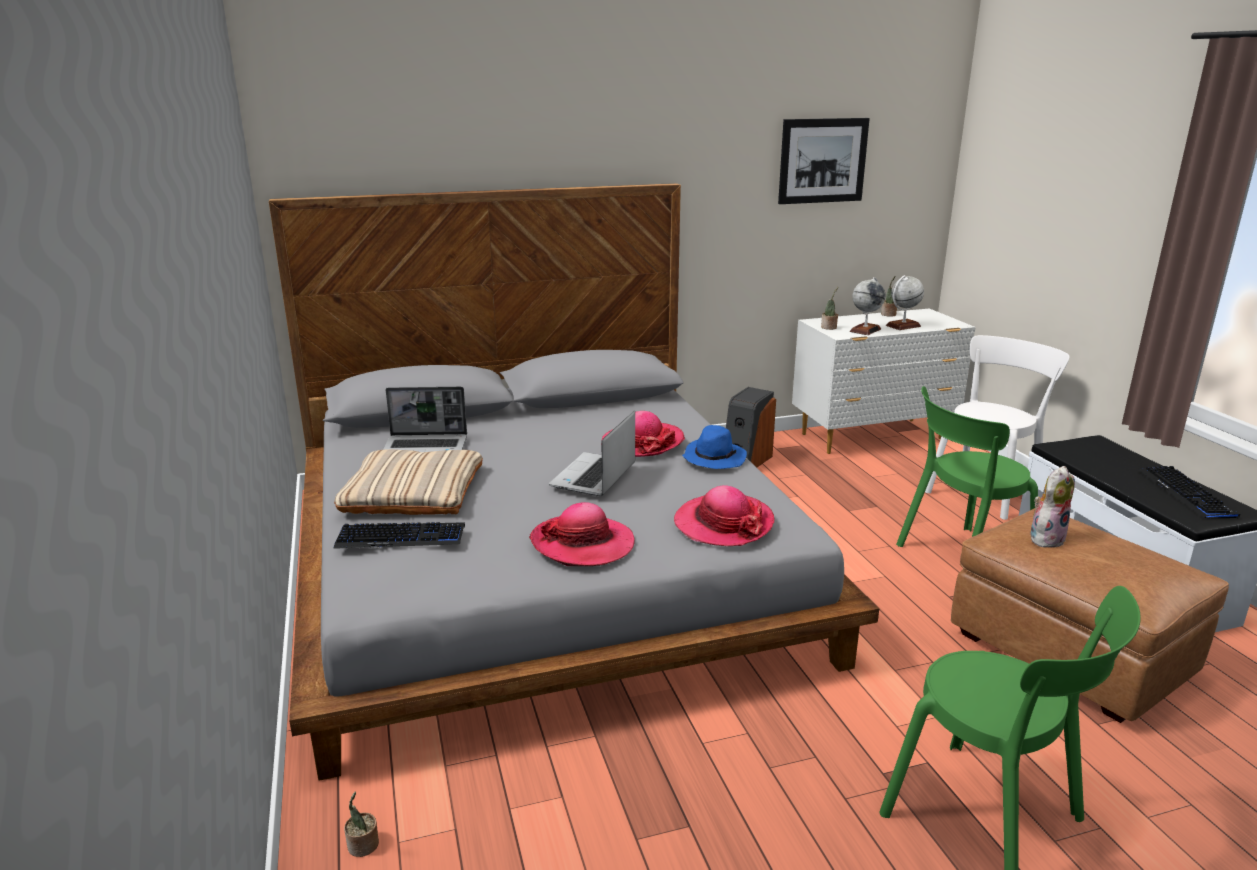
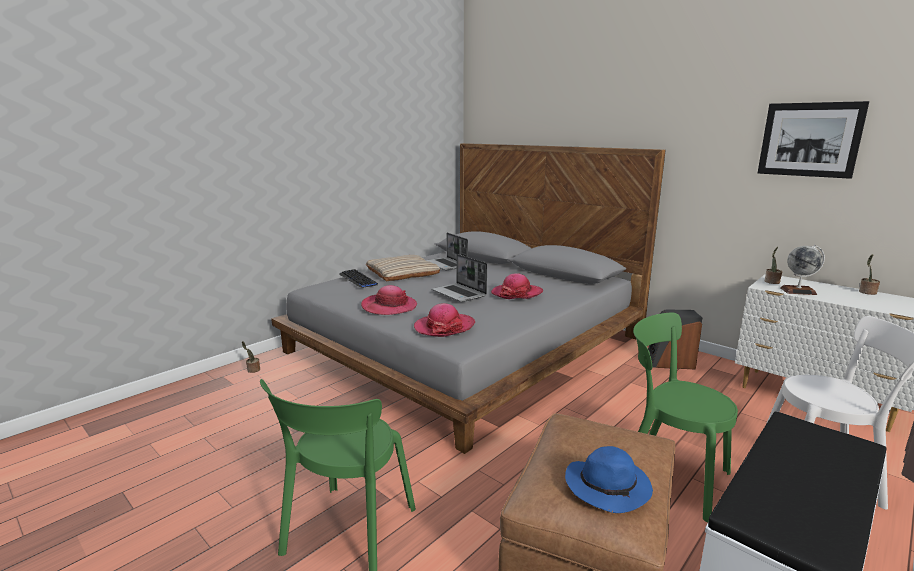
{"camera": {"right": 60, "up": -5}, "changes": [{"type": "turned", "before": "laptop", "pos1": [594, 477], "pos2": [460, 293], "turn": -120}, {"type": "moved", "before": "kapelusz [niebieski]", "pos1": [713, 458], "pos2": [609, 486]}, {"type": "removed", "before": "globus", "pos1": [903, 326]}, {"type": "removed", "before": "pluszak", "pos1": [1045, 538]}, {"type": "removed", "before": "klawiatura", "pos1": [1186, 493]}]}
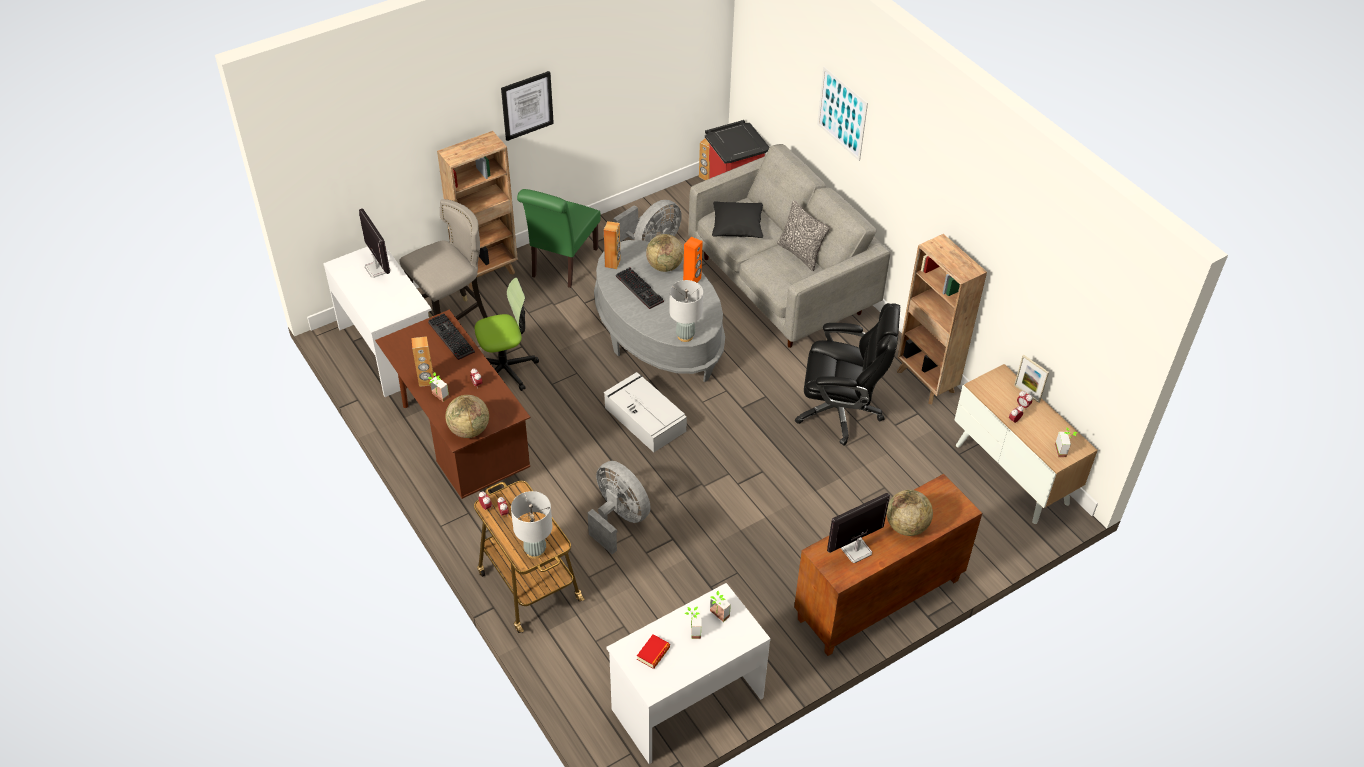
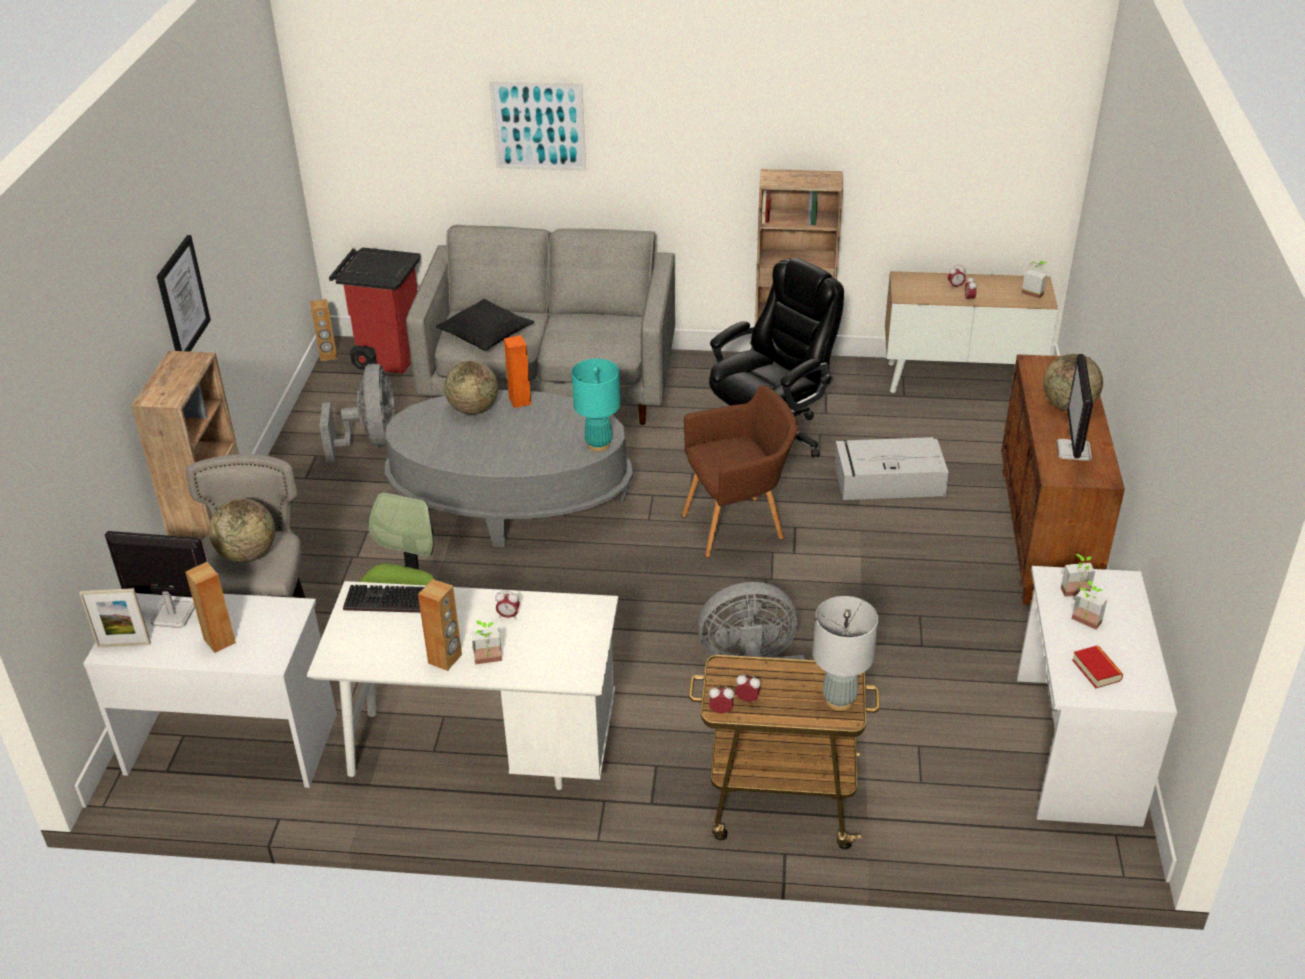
{"camera": {"right": -50, "up": -10}, "changes": [{"type": "moved", "before": "ramka na zdjęcie", "pos1": [1026, 393], "pos2": [124, 645]}, {"type": "moved", "before": "głośnik [brązowy]", "pos1": [613, 263], "pos2": [220, 640]}, {"type": "moved", "before": "globus", "pos1": [469, 430], "pos2": [247, 554]}, {"type": "recoloured", "before": "biurko [brązowy]", "after": "biurko [biały]", "pos1": [460, 444], "pos2": [481, 751]}, {"type": "recoloured", "before": "lampa stołowa [szary]", "after": "lampa stołowa [turkusowy]", "pos1": [685, 336], "pos2": [598, 444]}, {"type": "added", "after": "fotel [brązowy]", "pos2": [737, 526]}, {"type": "moved", "before": "pojemnik do przechowywania [szary]", "pos1": [644, 418], "pos2": [887, 480]}, {"type": "removed", "before": "krzesło [zielony]", "pos1": [562, 265]}, {"type": "removed", "before": "klawiatura", "pos1": [641, 289]}, {"type": "removed", "before": "poduszka", "pos1": [800, 254]}]}
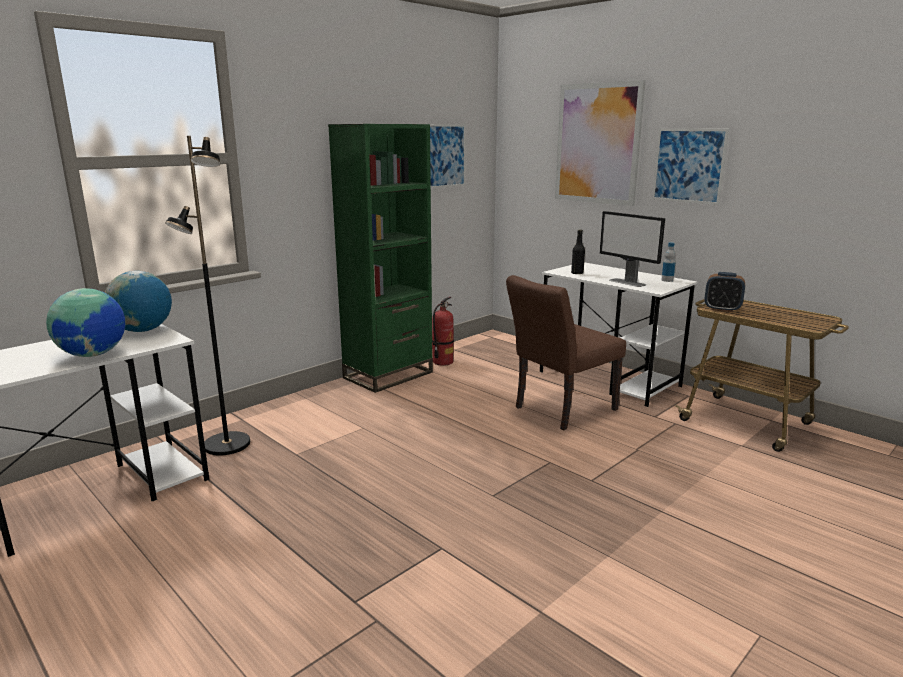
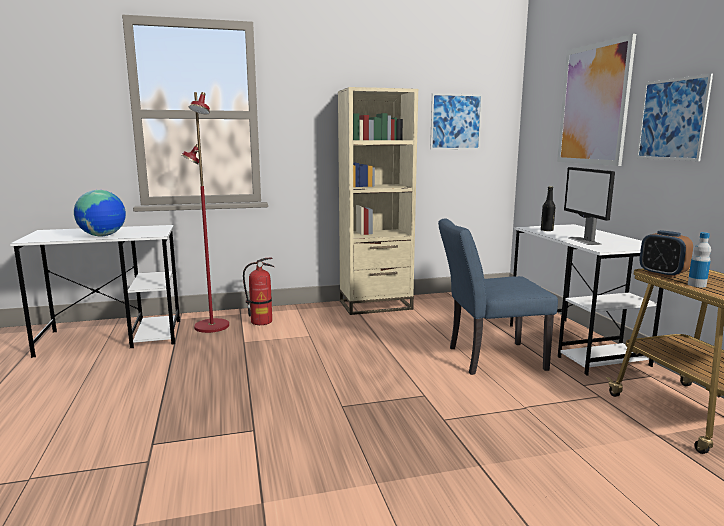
{"camera": {"right": 30, "up": -5}, "changes": [{"type": "recoloured", "before": "lampa stojąca [czarny]", "after": "lampa stojąca [czerwony]", "pos1": [226, 445], "pos2": [211, 326]}, {"type": "moved", "before": "gaśnica", "pos1": [442, 362], "pos2": [261, 322]}, {"type": "recoloured", "before": "regał [zielony]", "after": "regał [beżowy]", "pos1": [388, 375], "pos2": [375, 305]}, {"type": "recoloured", "before": "krzesło [brązowy]", "after": "krzesło [niebieski]", "pos1": [559, 410], "pos2": [488, 358]}, {"type": "moved", "before": "butelka", "pos1": [667, 280], "pos2": [696, 285]}, {"type": "removed", "before": "globus", "pos1": [142, 330]}]}
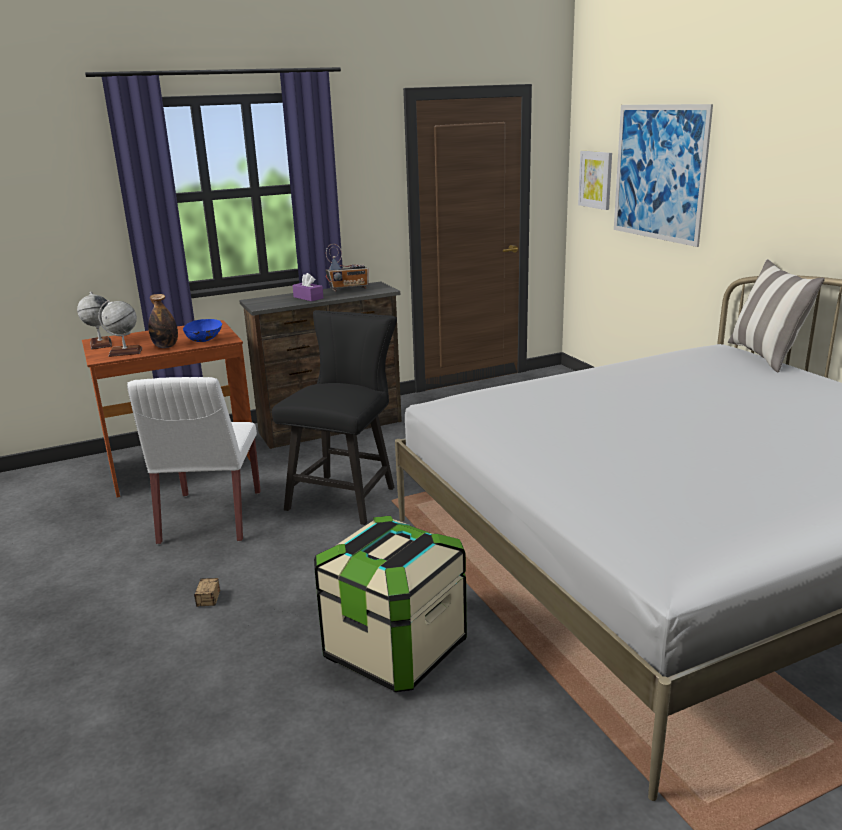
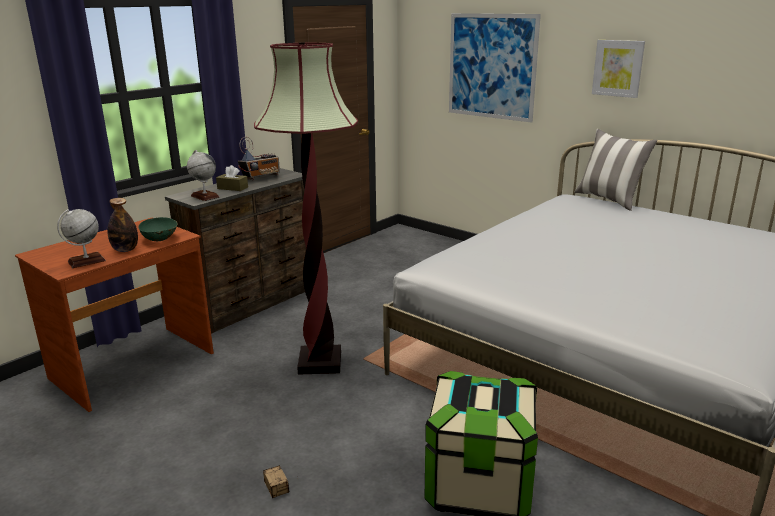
{"camera": {"right": -25, "up": 0}, "changes": [{"type": "recoloured", "before": "miska [niebieski]", "after": "miska [zielony]", "pos1": [204, 340], "pos2": [160, 239]}, {"type": "moved", "before": "globus", "pos1": [101, 344], "pos2": [205, 196]}, {"type": "recoloured", "before": "pudełko chusteczek [fioletowy]", "after": "pudełko chusteczek [brązowy]", "pos1": [308, 297], "pos2": [232, 188]}, {"type": "replaced", "before": "krzesło [czarny]", "after": "lampa stojąca", "pos1": [346, 495], "pos2": [320, 362]}, {"type": "moved", "before": "obraz", "pos1": [596, 179], "pos2": [618, 68]}, {"type": "removed", "before": "krzesło [biały]", "pos1": [211, 518]}]}
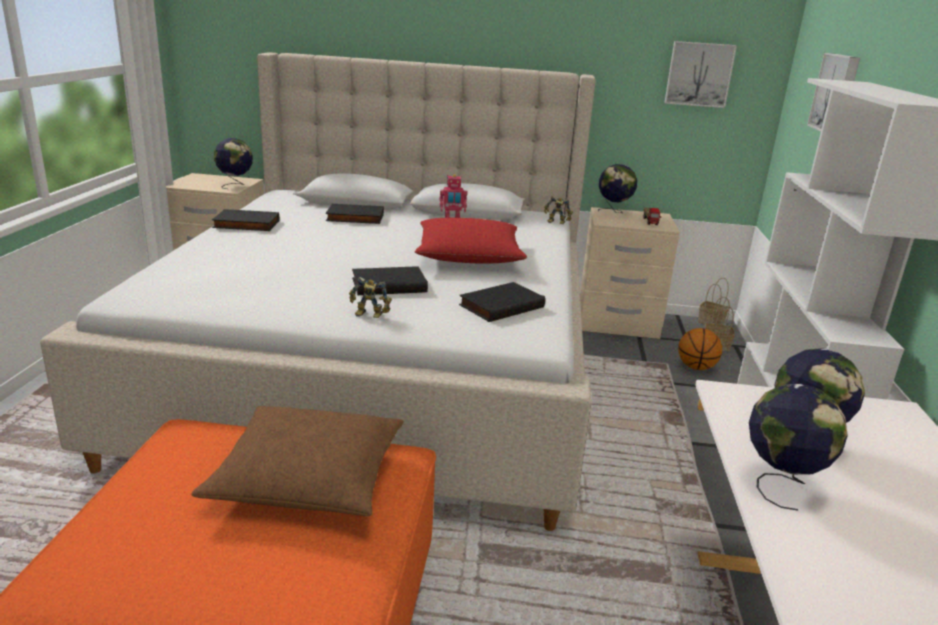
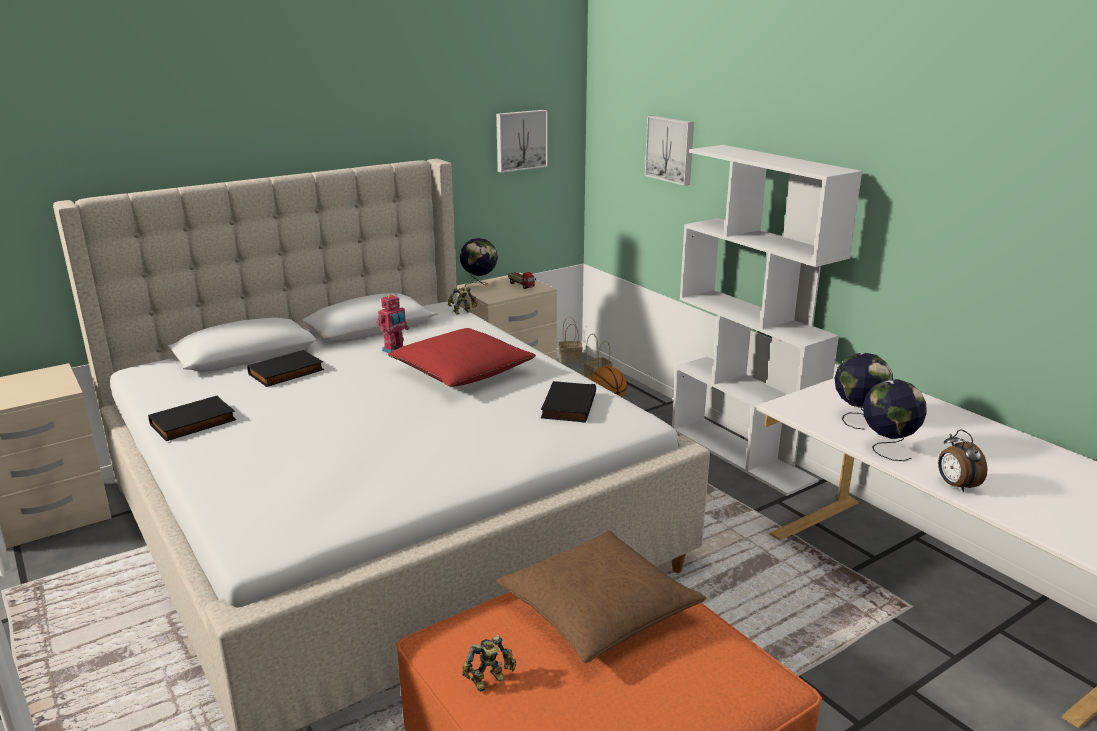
{"camera": {"right": -40, "up": 0}, "changes": [{"type": "moved", "before": "robot zabawkowy", "pos1": [369, 315], "pos2": [490, 681]}, {"type": "added", "after": "budzik", "pos2": [955, 486]}, {"type": "removed", "before": "globus", "pos1": [235, 185]}, {"type": "removed", "before": "książka [czarny]", "pos1": [389, 285]}]}
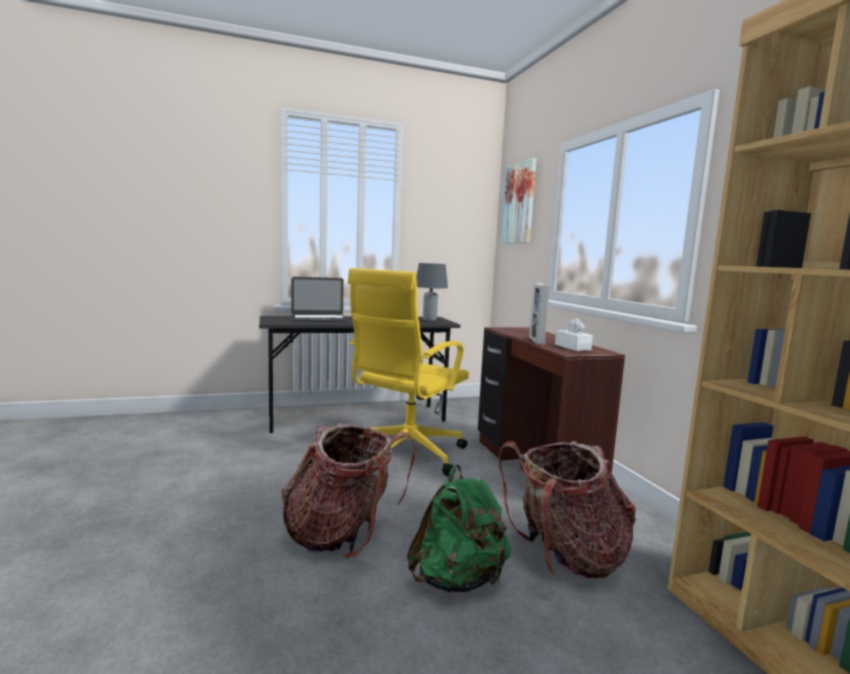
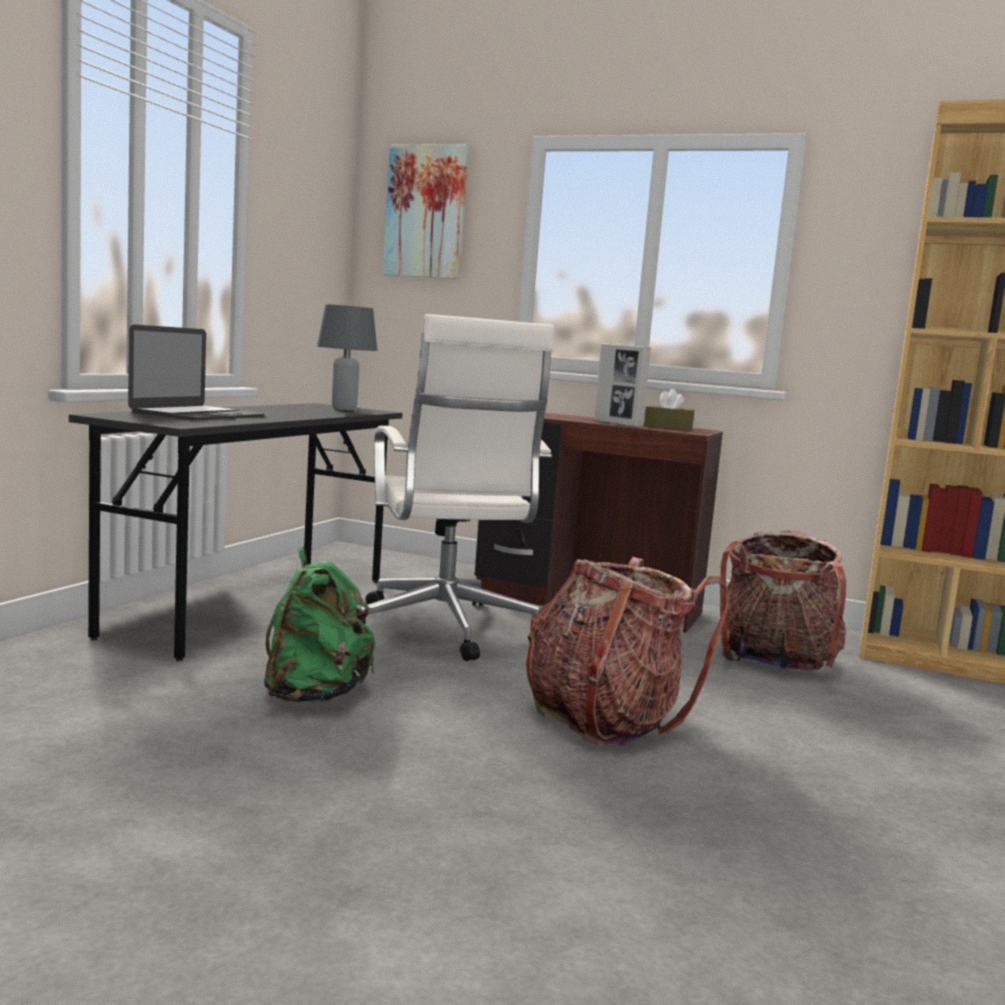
{"camera": {"right": -50, "up": 0}, "changes": [{"type": "moved", "before": "plecak [zielony]", "pos1": [457, 580], "pos2": [314, 696]}, {"type": "recoloured", "before": "krzesło biurowe [żółty]", "after": "krzesło biurowe [biały]", "pos1": [405, 455], "pos2": [444, 630]}, {"type": "recoloured", "before": "pudełko chusteczek [biały]", "after": "pudełko chusteczek [brązowy]", "pos1": [572, 347], "pos2": [668, 427]}]}
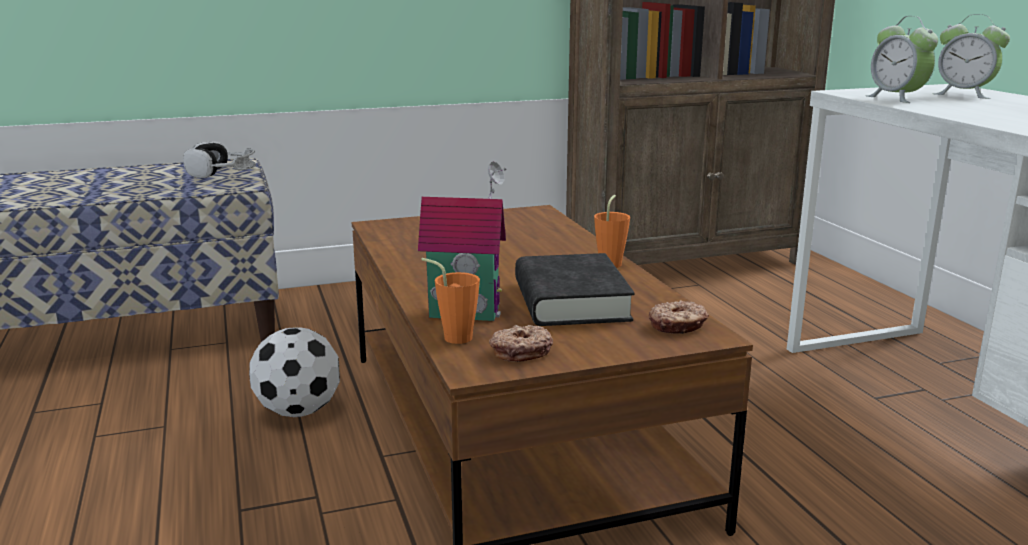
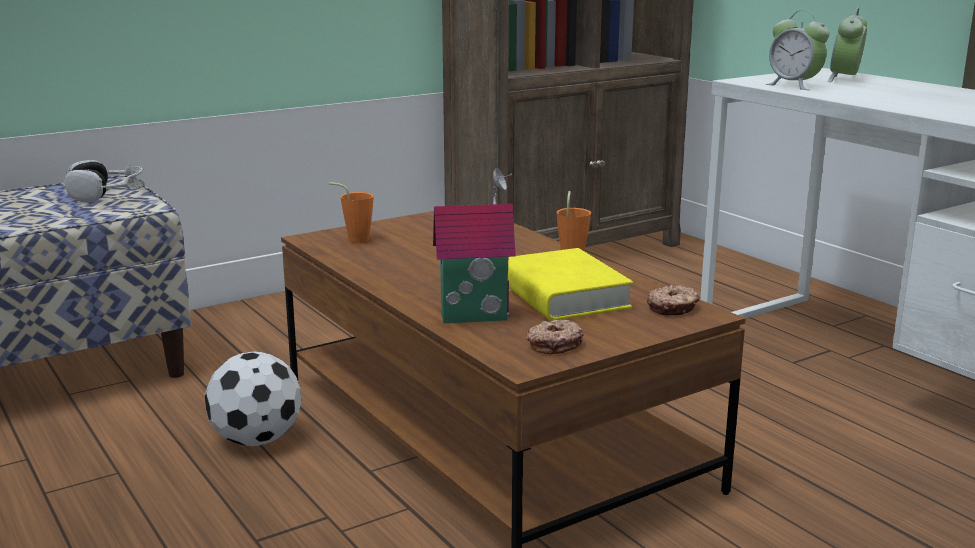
{"camera": {"right": -15, "up": 0}, "changes": [{"type": "moved", "before": "filiżanka [pomarańczowy]", "pos1": [452, 336], "pos2": [354, 239]}, {"type": "recoloured", "before": "książka [czarny]", "after": "książka [żółty]", "pos1": [571, 301], "pos2": [563, 295]}, {"type": "turned", "before": "budzik", "pos1": [964, 94], "pos2": [845, 79], "turn": 90}]}
